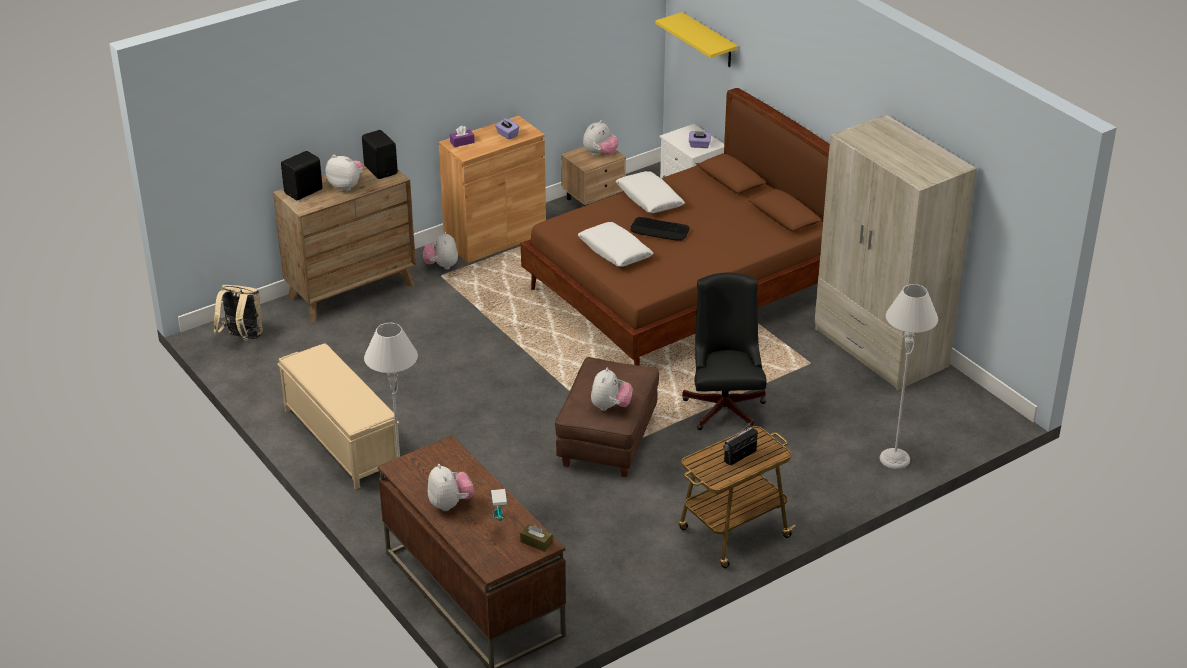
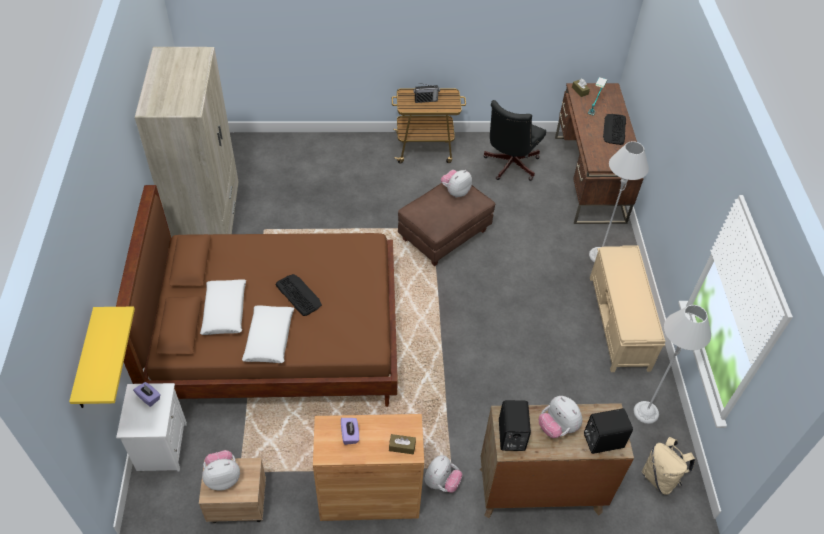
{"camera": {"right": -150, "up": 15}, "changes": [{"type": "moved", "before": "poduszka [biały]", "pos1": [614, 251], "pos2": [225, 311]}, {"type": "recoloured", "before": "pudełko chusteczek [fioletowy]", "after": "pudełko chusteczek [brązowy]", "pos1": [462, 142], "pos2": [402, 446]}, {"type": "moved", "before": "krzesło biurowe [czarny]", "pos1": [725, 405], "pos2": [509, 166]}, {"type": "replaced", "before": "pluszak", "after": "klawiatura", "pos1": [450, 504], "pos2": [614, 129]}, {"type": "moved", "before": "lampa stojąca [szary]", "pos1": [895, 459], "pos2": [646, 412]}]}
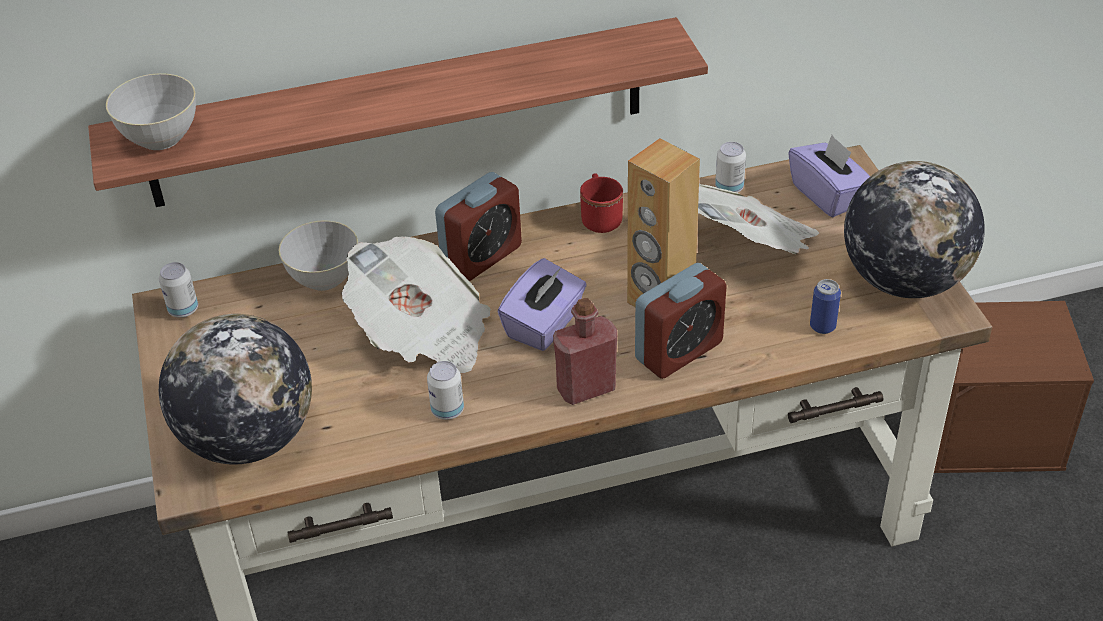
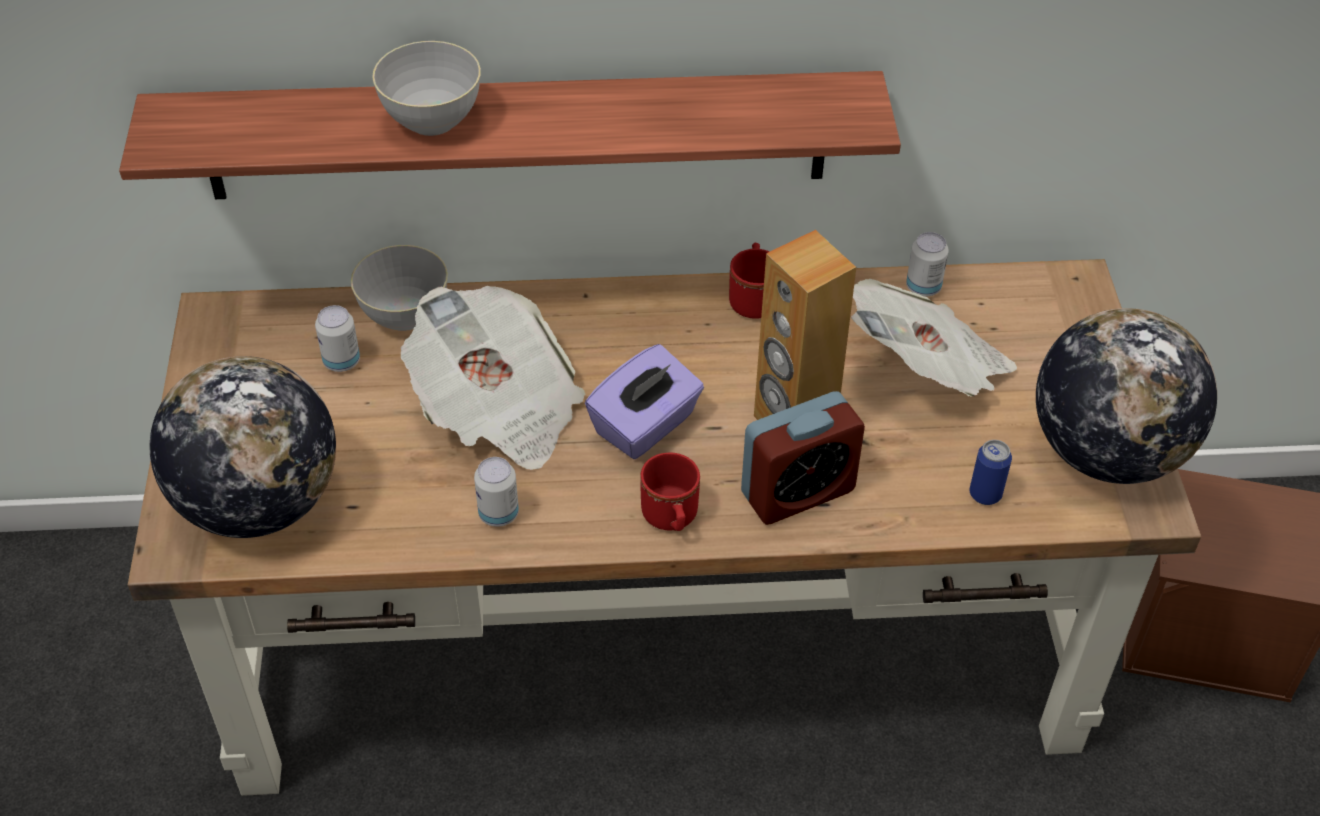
{"camera": {"right": 10, "up": 5}, "changes": [{"type": "moved", "before": "puszka", "pos1": [183, 310], "pos2": [341, 361]}, {"type": "moved", "before": "miska [szary]", "pos1": [160, 138], "pos2": [432, 120]}, {"type": "replaced", "before": "butelka [czerwony]", "after": "kubek [czerwony]", "pos1": [586, 388], "pos2": [671, 519]}, {"type": "removed", "before": "budzik", "pos1": [481, 257]}, {"type": "removed", "before": "pudełko chusteczek [fioletowy]", "pos1": [828, 195]}]}
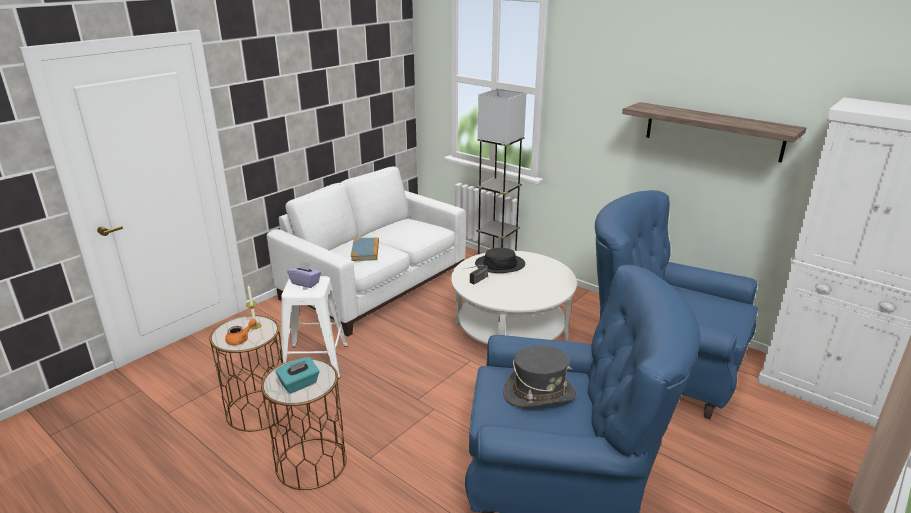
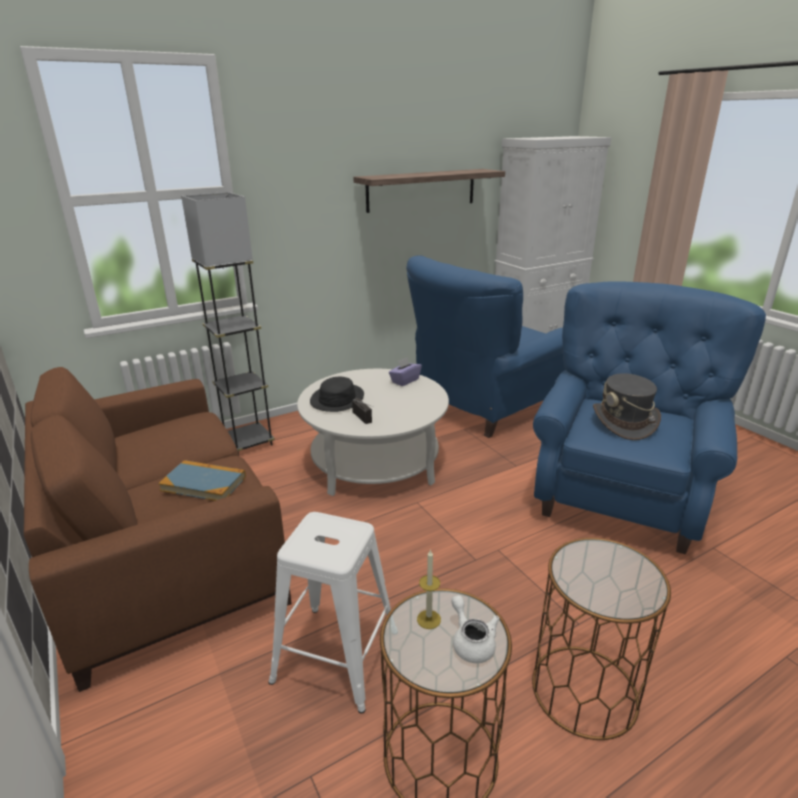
{"camera": {"right": -70, "up": 0}, "changes": [{"type": "recoloured", "before": "kanapa [biały]", "after": "kanapa [brązowy]", "pos1": [375, 284], "pos2": [165, 548]}, {"type": "moved", "before": "pudełko chusteczek [fioletowy]", "pos1": [305, 283], "pos2": [405, 381]}, {"type": "recoloured", "before": "imbryk [pomarańczowy]", "after": "imbryk [biały]", "pos1": [241, 339], "pos2": [471, 641]}, {"type": "removed", "before": "pudełko chusteczek [turkusowy]", "pos1": [299, 384]}]}
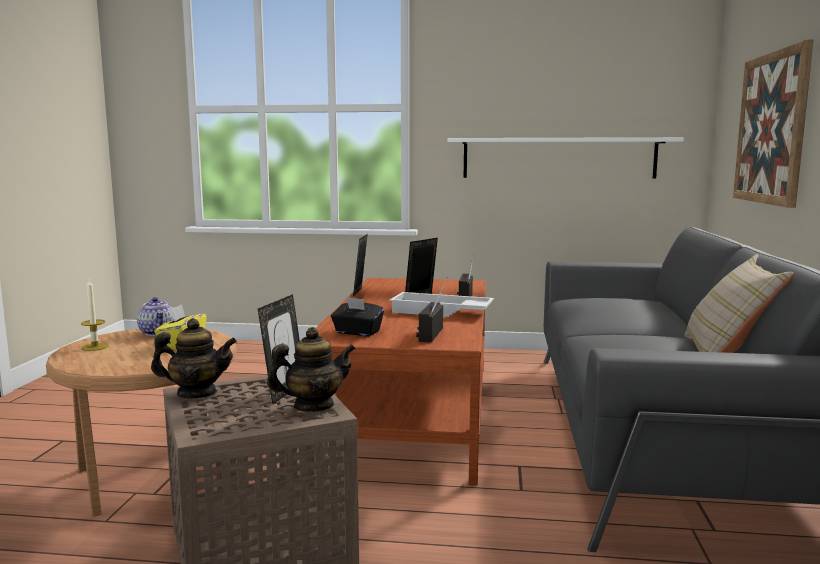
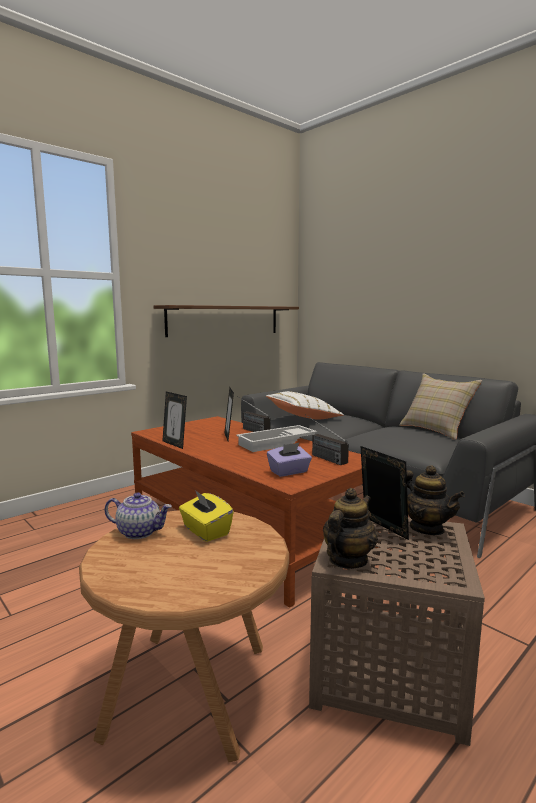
{"camera": {"right": -50, "up": 0}, "changes": [{"type": "recoloured", "before": "półka [biały]", "after": "półka [brązowy]", "pos1": [558, 158], "pos2": [225, 320]}, {"type": "added", "after": "poduszka [biały]", "pos2": [303, 417]}, {"type": "recoloured", "before": "pudełko chusteczek [czarny]", "after": "pudełko chusteczek [fioletowy]", "pos1": [357, 332], "pos2": [289, 472]}, {"type": "turned", "before": "imbryk", "pos1": [313, 406], "pos2": [426, 528], "turn": 120}, {"type": "removed", "before": "świeca", "pos1": [95, 347]}, {"type": "removed", "before": "obraz", "pos1": [771, 128]}]}
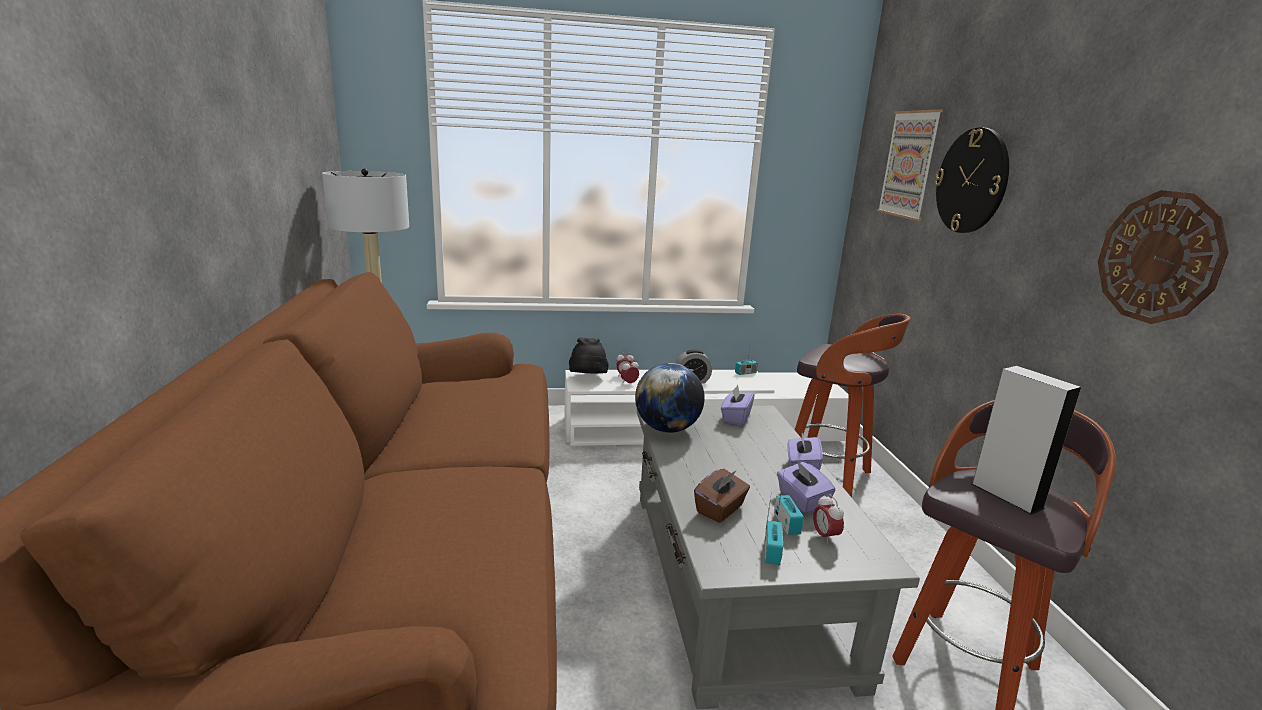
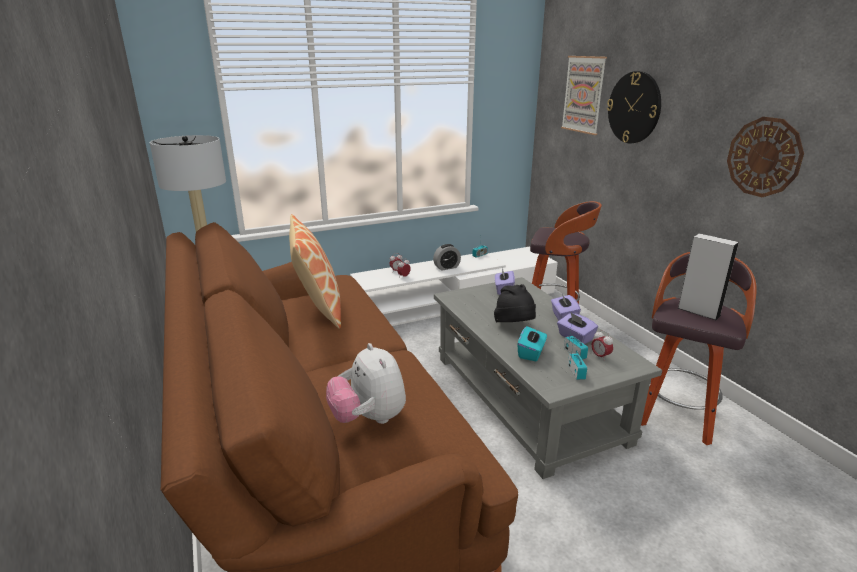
{"camera": {"right": -15, "up": 5}, "changes": [{"type": "added", "after": "poduszka", "pos2": [318, 308]}, {"type": "added", "after": "pluszak", "pos2": [369, 418]}, {"type": "moved", "before": "kapelusz [czarny]", "pos1": [587, 378], "pos2": [515, 326]}, {"type": "recoloured", "before": "pudełko chusteczek [brązowy]", "after": "pudełko chusteczek [turkusowy]", "pos1": [720, 509], "pos2": [531, 353]}, {"type": "removed", "before": "globus", "pos1": [667, 429]}]}
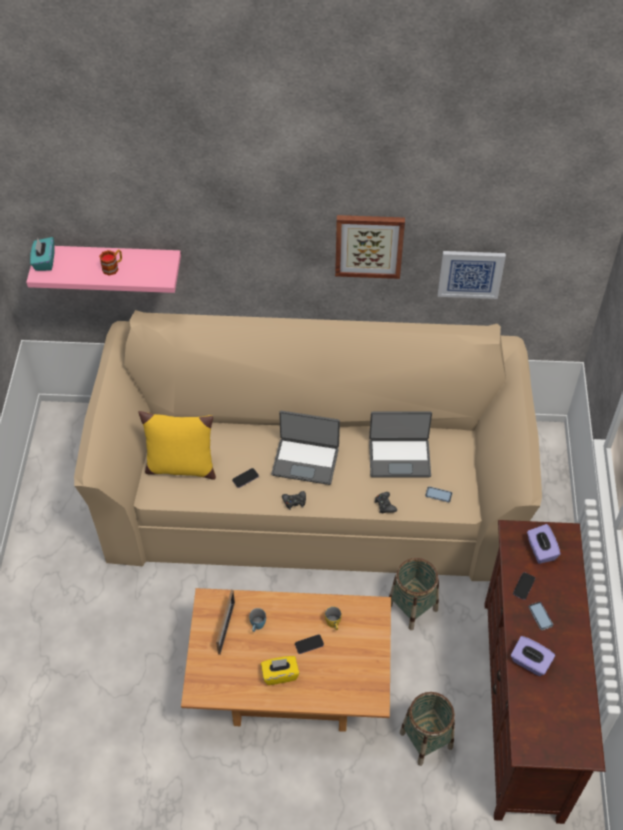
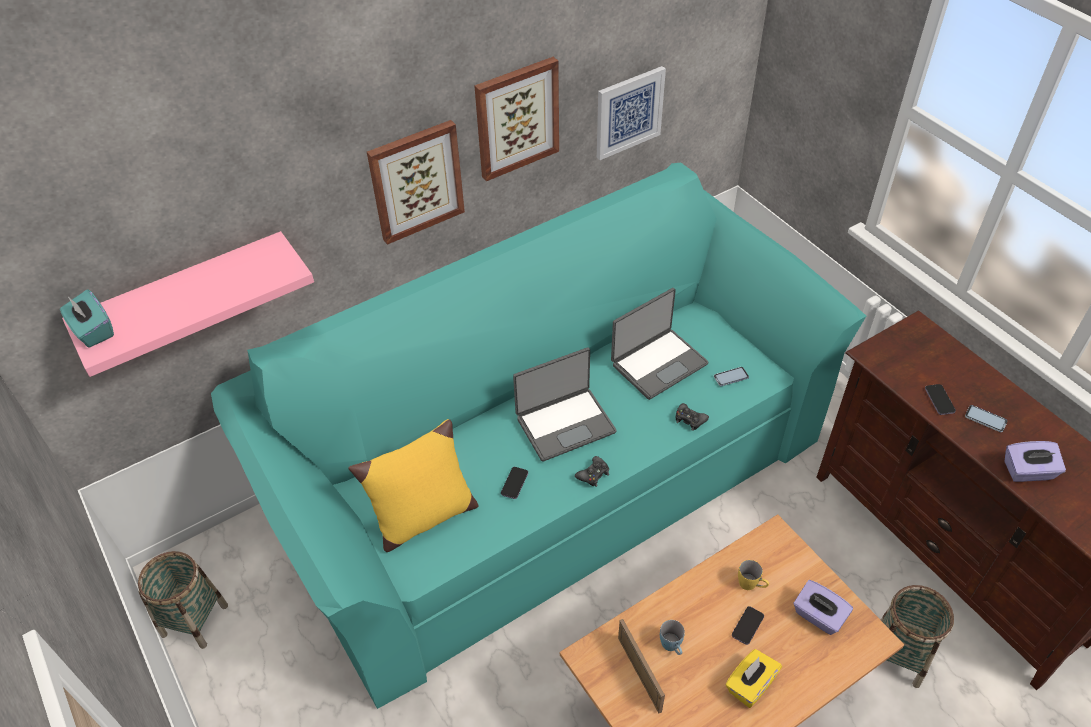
{"camera": {"right": -35, "up": -5}, "changes": [{"type": "moved", "before": "koszyk", "pos1": [412, 607], "pos2": [194, 620]}, {"type": "recoloured", "before": "kanapa [beżowy]", "after": "kanapa [turkusowy]", "pos1": [311, 490], "pos2": [546, 473]}, {"type": "added", "after": "obraz", "pos2": [416, 181]}, {"type": "moved", "before": "pudełko chusteczek [fioletowy]", "pos1": [540, 550], "pos2": [818, 616]}, {"type": "removed", "before": "kubek", "pos1": [113, 267]}]}
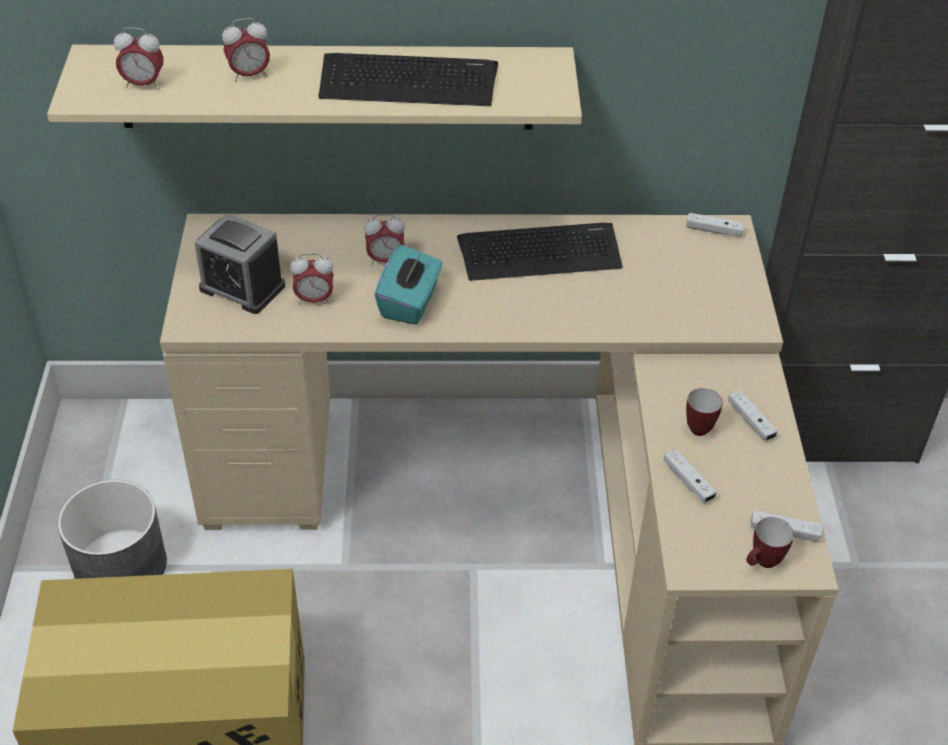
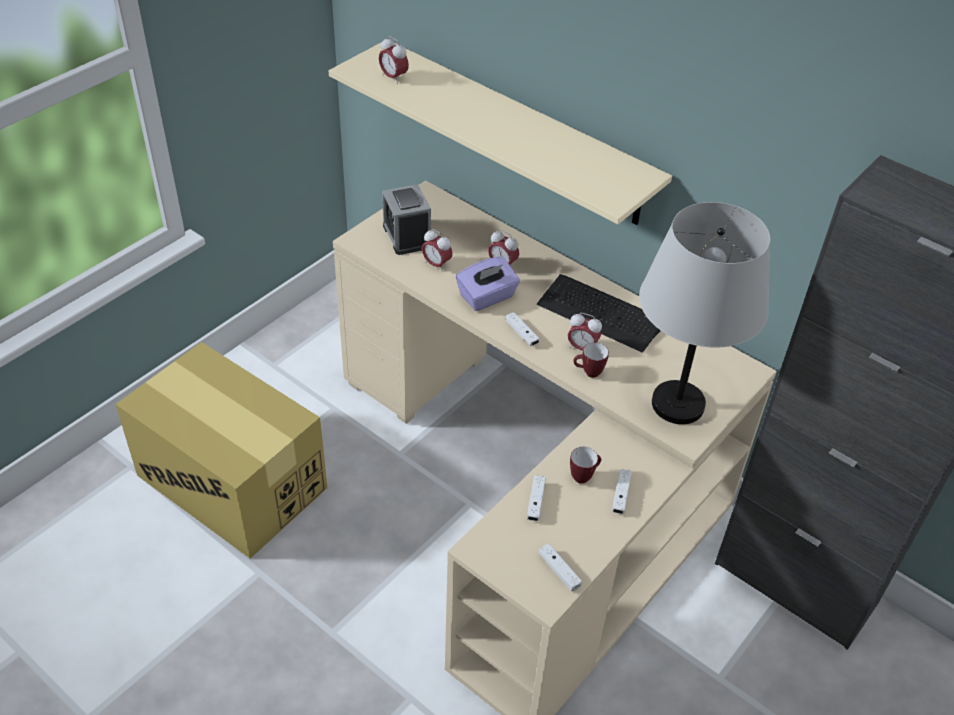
{"camera": {"right": 40, "up": 0}, "changes": [{"type": "recoloured", "before": "pudełko chusteczek [turkusowy]", "after": "pudełko chusteczek [fioletowy]", "pos1": [410, 303], "pos2": [487, 297]}, {"type": "moved", "before": "pad do gier [biały]", "pos1": [714, 230], "pos2": [521, 333]}, {"type": "moved", "before": "budzik", "pos1": [249, 75], "pos2": [582, 348]}, {"type": "moved", "before": "kubek", "pos1": [762, 563], "pos2": [588, 373]}, {"type": "added", "after": "lampa stołowa [szary]", "pos2": [678, 404]}, {"type": "removed", "before": "donica [szary]", "pos1": [120, 565]}, {"type": "removed", "before": "klawiatura", "pos1": [408, 82]}]}
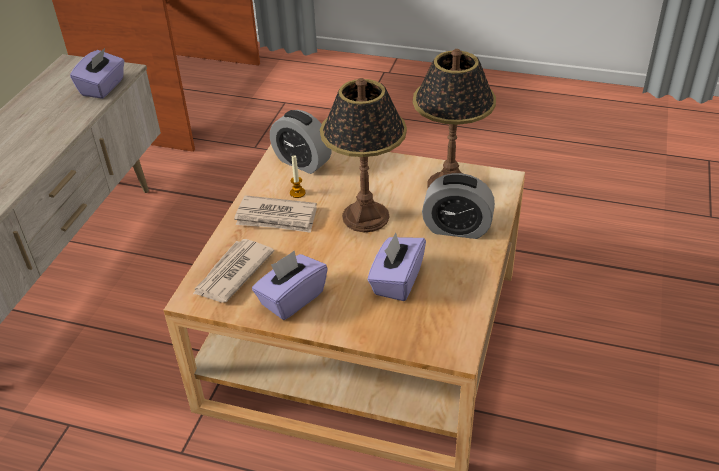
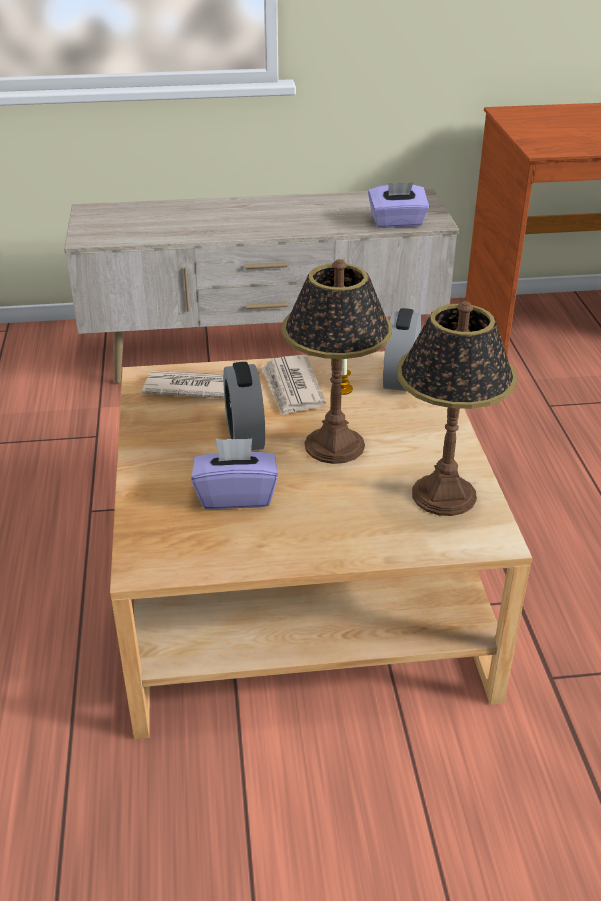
{"camera": {"right": 65, "up": -5}, "changes": [{"type": "moved", "before": "budzik", "pos1": [457, 228], "pos2": [245, 435]}, {"type": "removed", "before": "pudełko chusteczek [fioletowy]", "pos1": [291, 299]}]}
